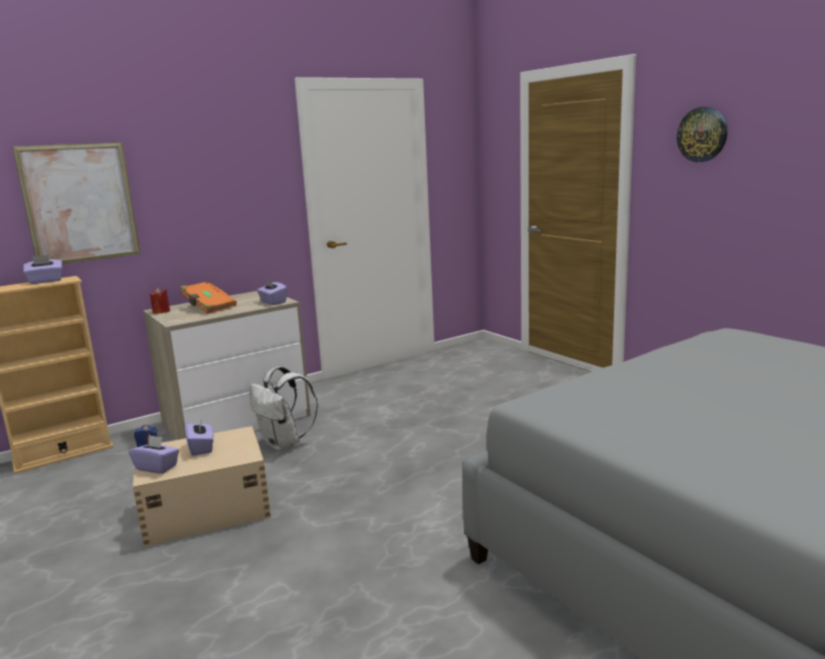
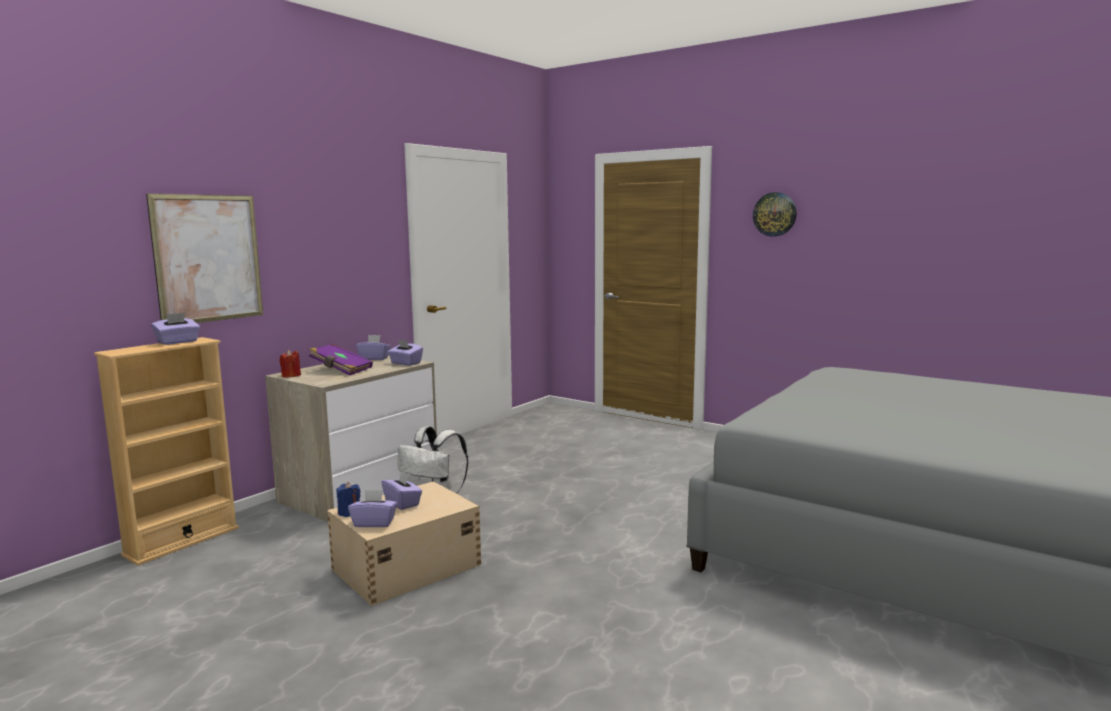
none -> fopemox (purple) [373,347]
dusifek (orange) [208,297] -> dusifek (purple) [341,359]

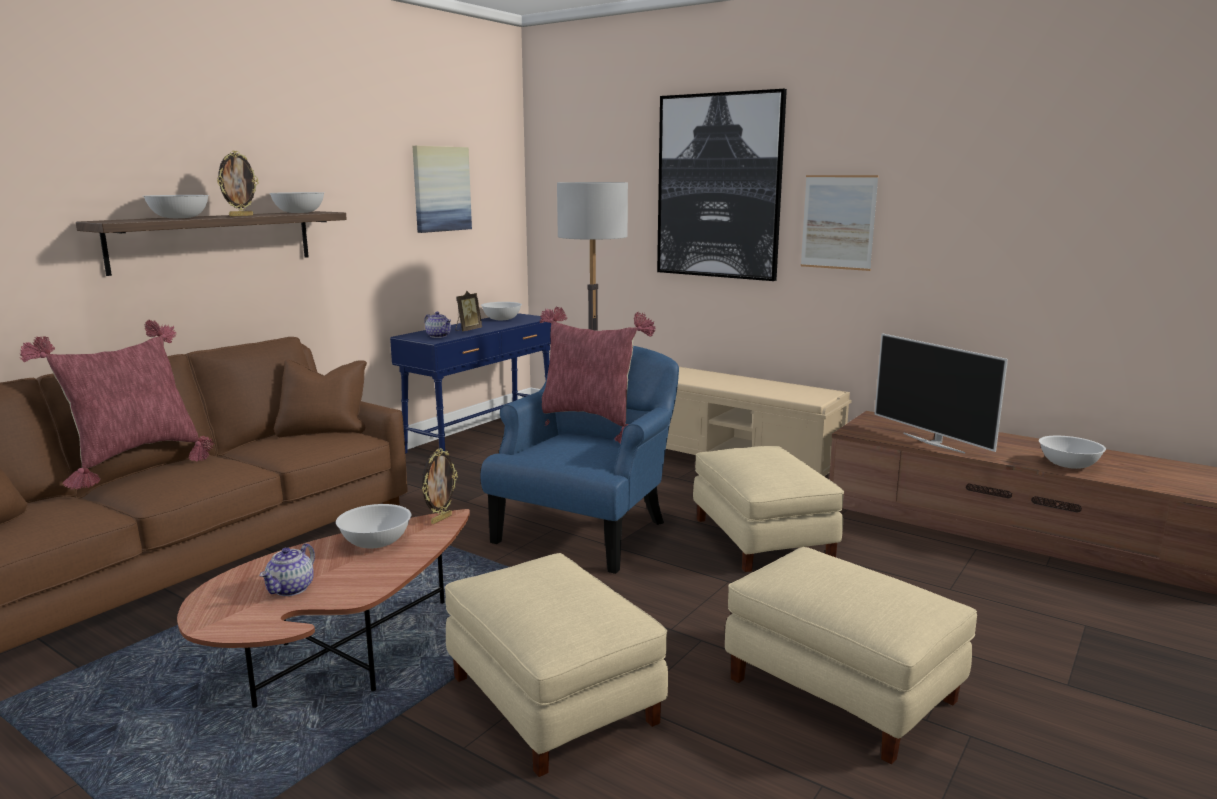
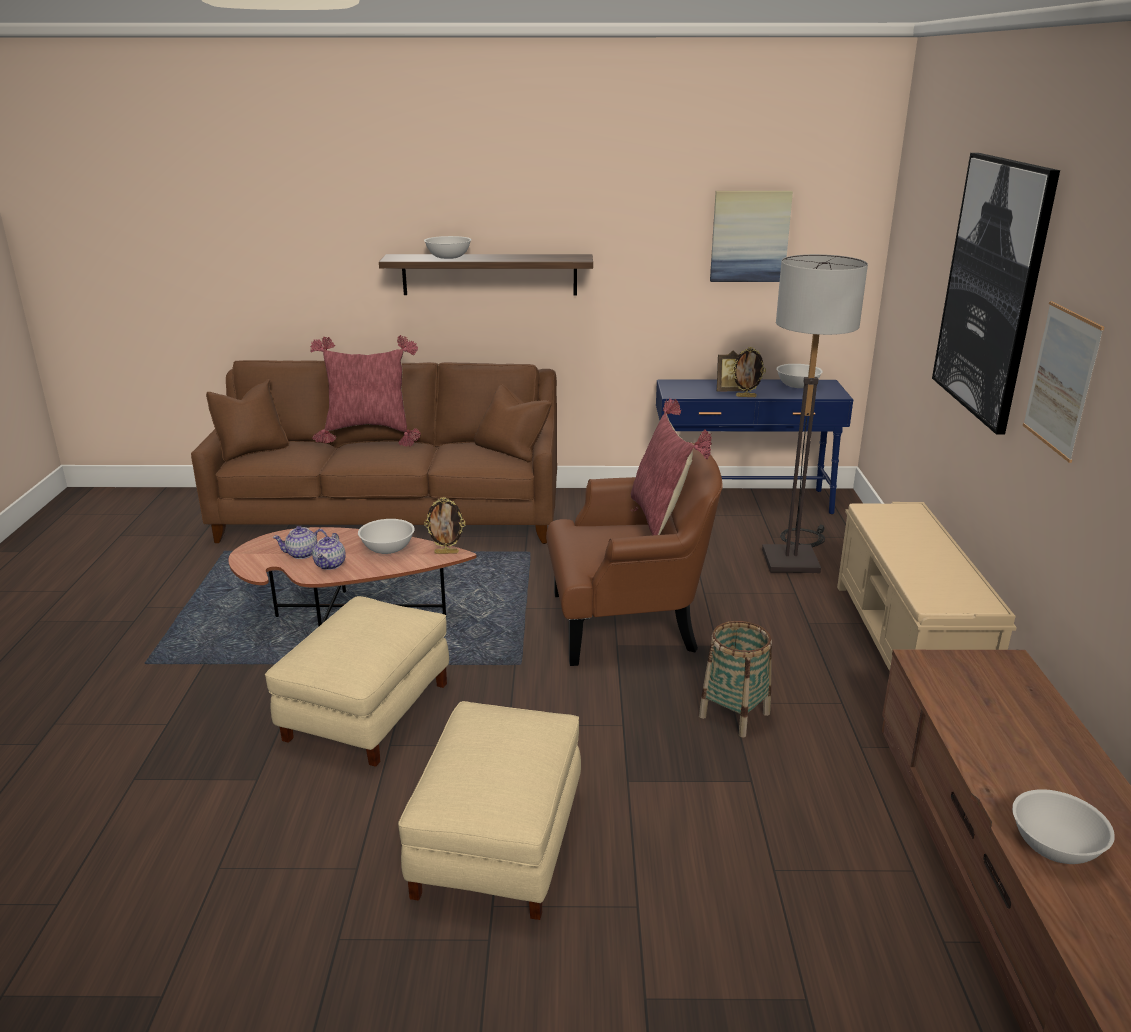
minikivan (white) [297,202] -> none
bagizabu [941,393] -> none
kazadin [237,183] -> kazadin [748,372], moved
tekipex [437,325] -> tekipex [329,551], moved
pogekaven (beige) [768,509] -> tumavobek [735,679]
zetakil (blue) [580,460] -> zetakil (brown) [634,554]

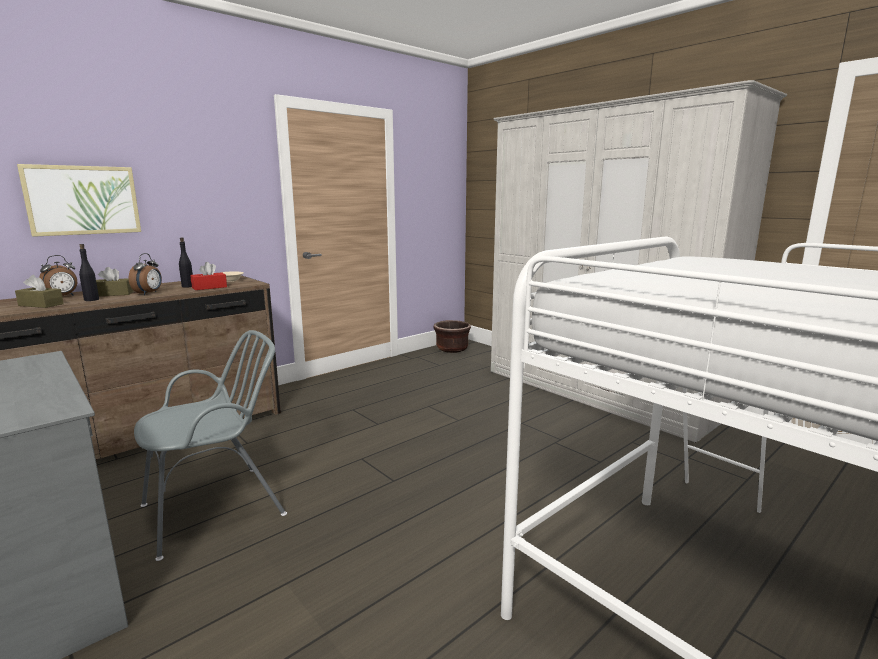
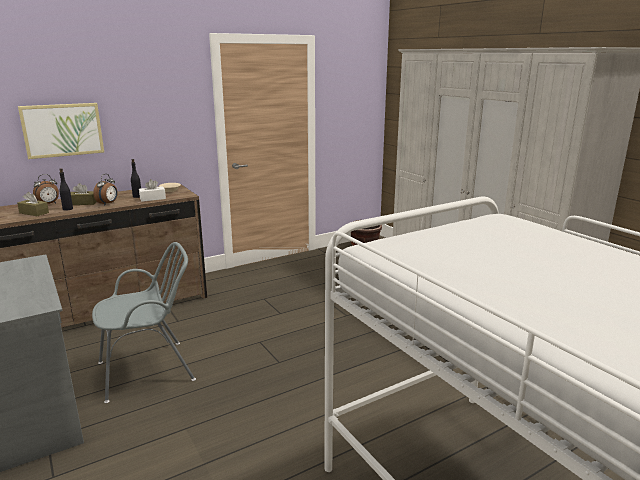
fopemox (red) [208,276] -> fopemox (white) [152,190]

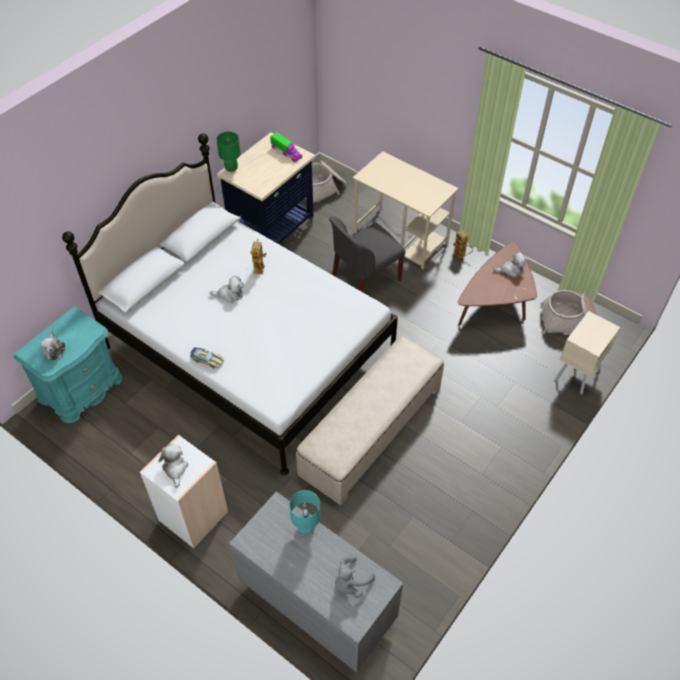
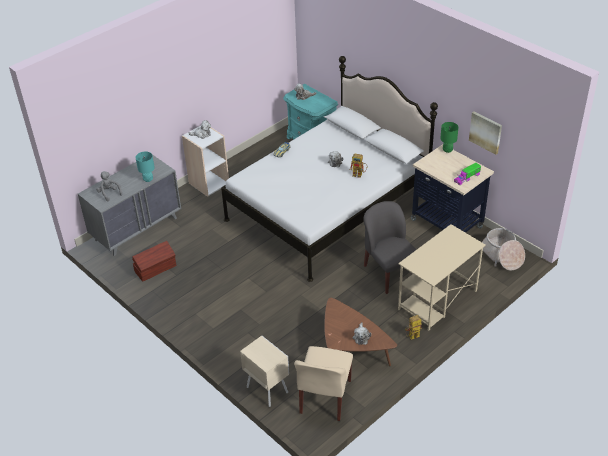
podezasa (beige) [370,420] -> none
none -> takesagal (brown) [154,261]
none -> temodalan [485,133]
tumavobek [568,312] -> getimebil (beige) [323,383]

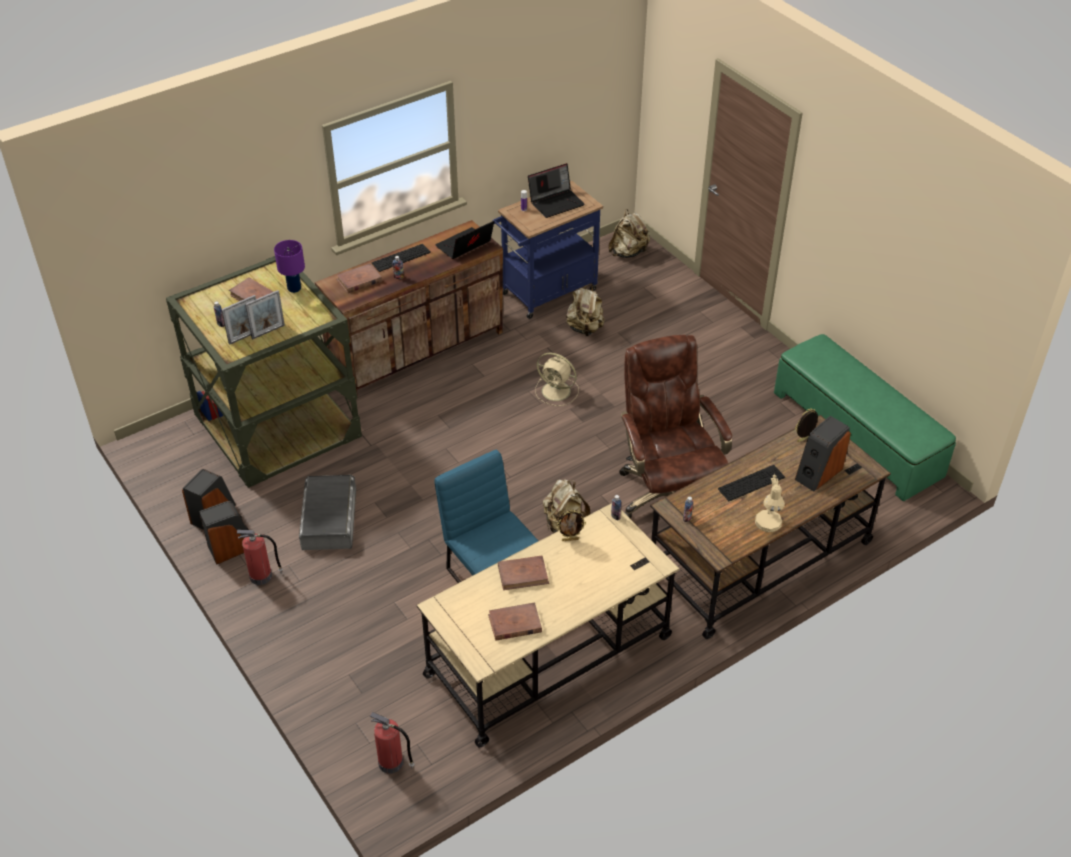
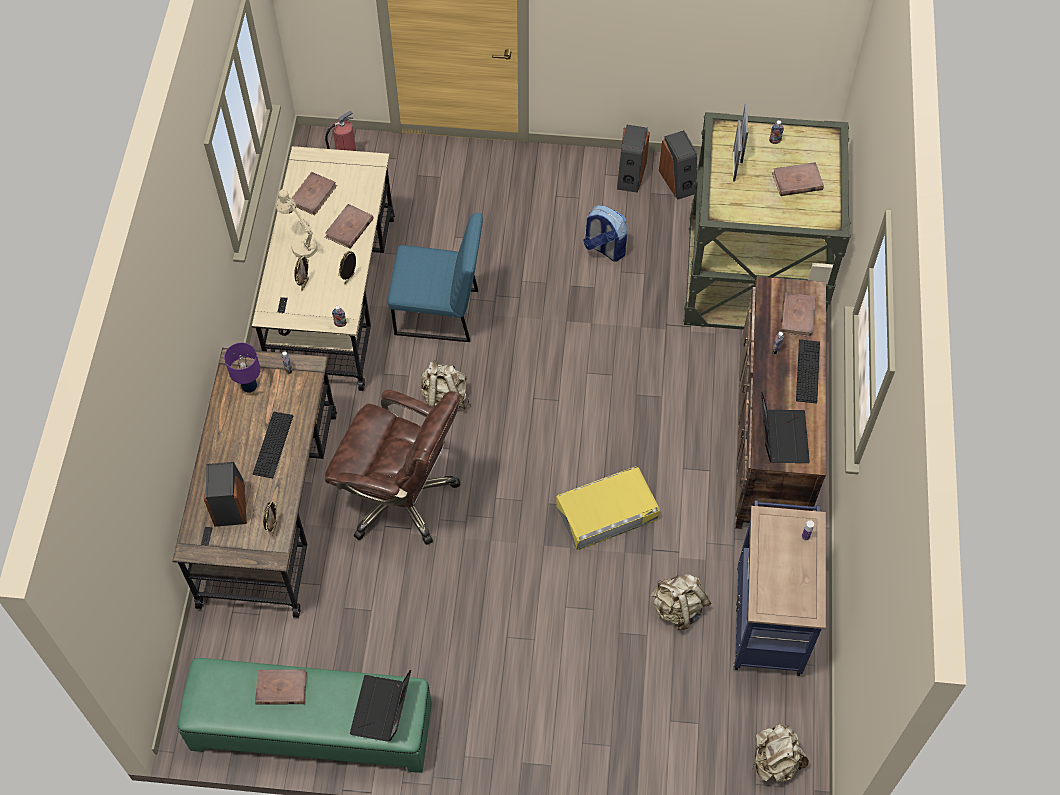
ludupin [259,557] -> none
none -> dusifek (brown) [281,687]
none -> kazadin [301,273]
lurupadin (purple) [289,266] -> lurupadin (purple) [242,368], moved
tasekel [556,190] -> tasekel [380,706], moved
lurupadin (beige) [770,503] -> lurupadin (beige) [297,223], moved
takesagal (grey) [327,512] -> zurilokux [605,233]
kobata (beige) [557,379] -> takesagal (yellow) [607,508]

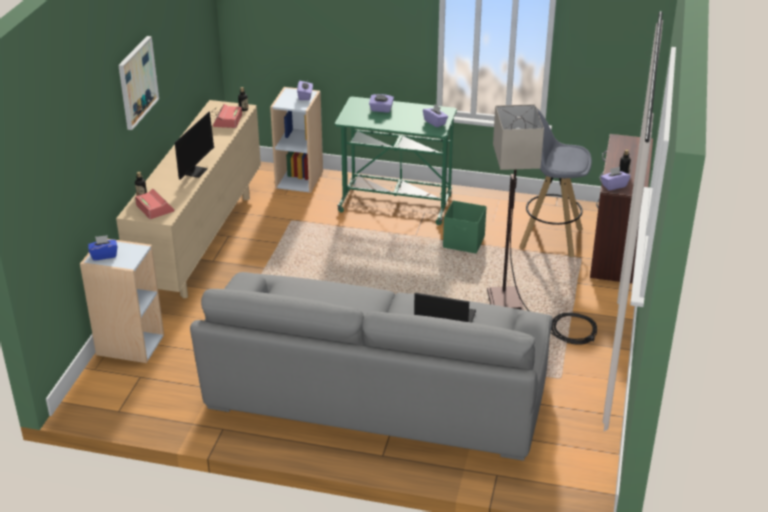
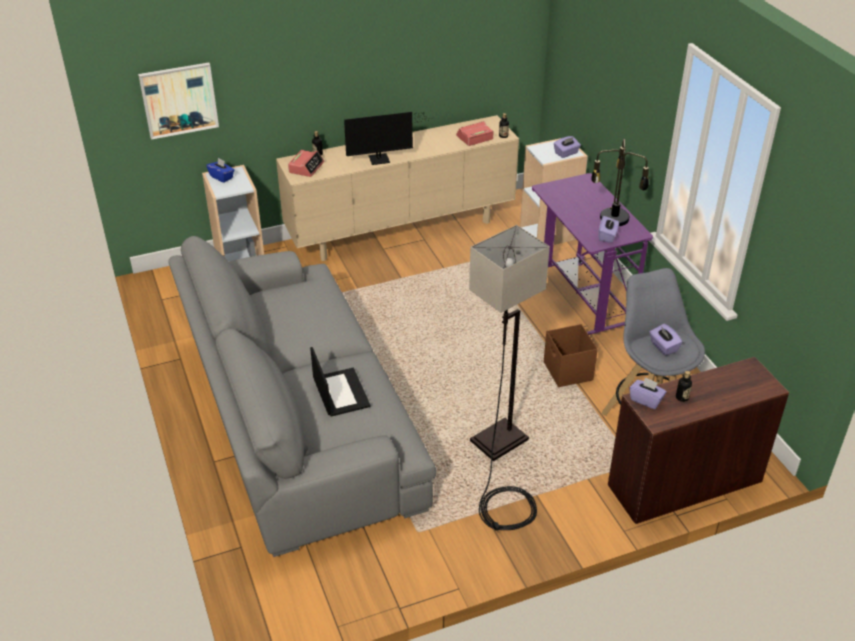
none -> lurupadin [620,182]
temodalan [138,83] -> temodalan [178,101], moved
fopemox (purple) [381,103] -> fopemox (purple) [665,339], moved
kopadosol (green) [396,161] -> kopadosol (purple) [592,254]
takesagal (green) [465,227] -> takesagal (brown) [571,355]

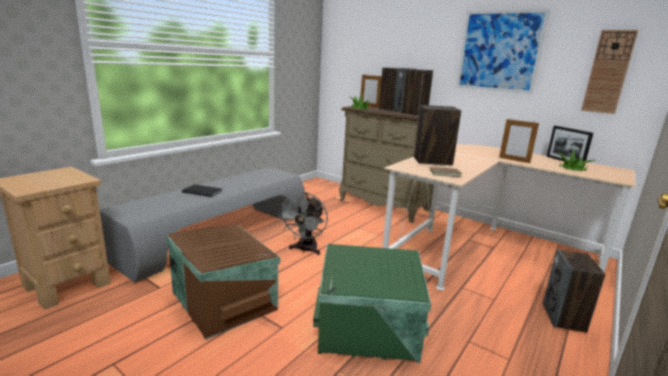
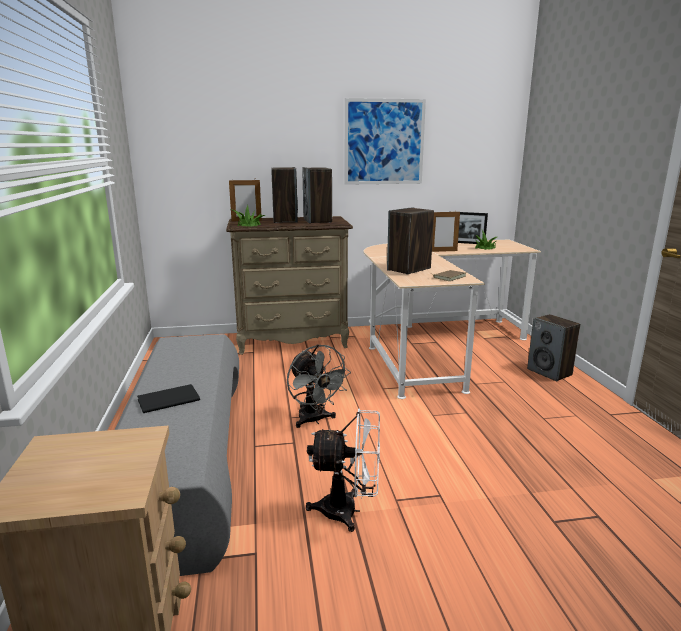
takesagal (green) [372,303] -> none
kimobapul [609,72] -> none
takesagal (brown) [223,282] -> kobata (white) [343,470]

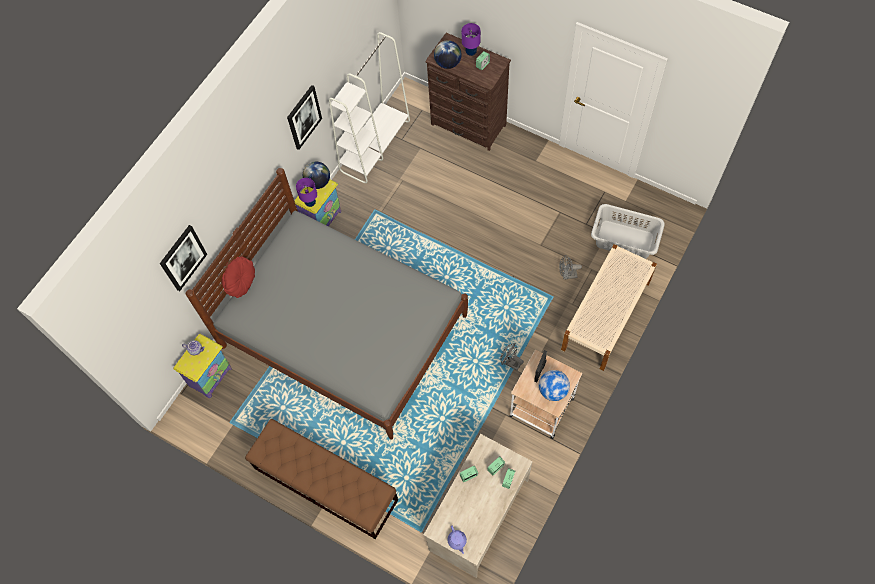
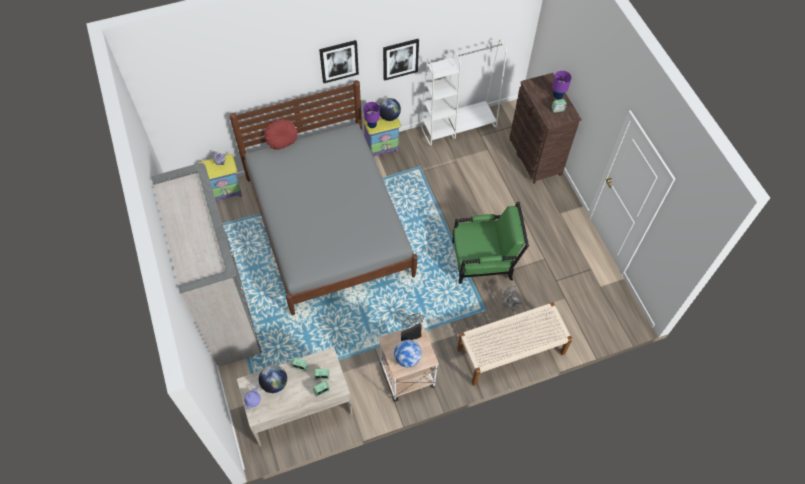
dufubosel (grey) [628,231] -> none
none -> zetakil (green) [490,243]
temodalan [183,258] -> temodalan [339,61], moved
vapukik [448,54] -> vapukik [273,378], moved
podezasa (brown) [321,479] -> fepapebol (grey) [206,264]

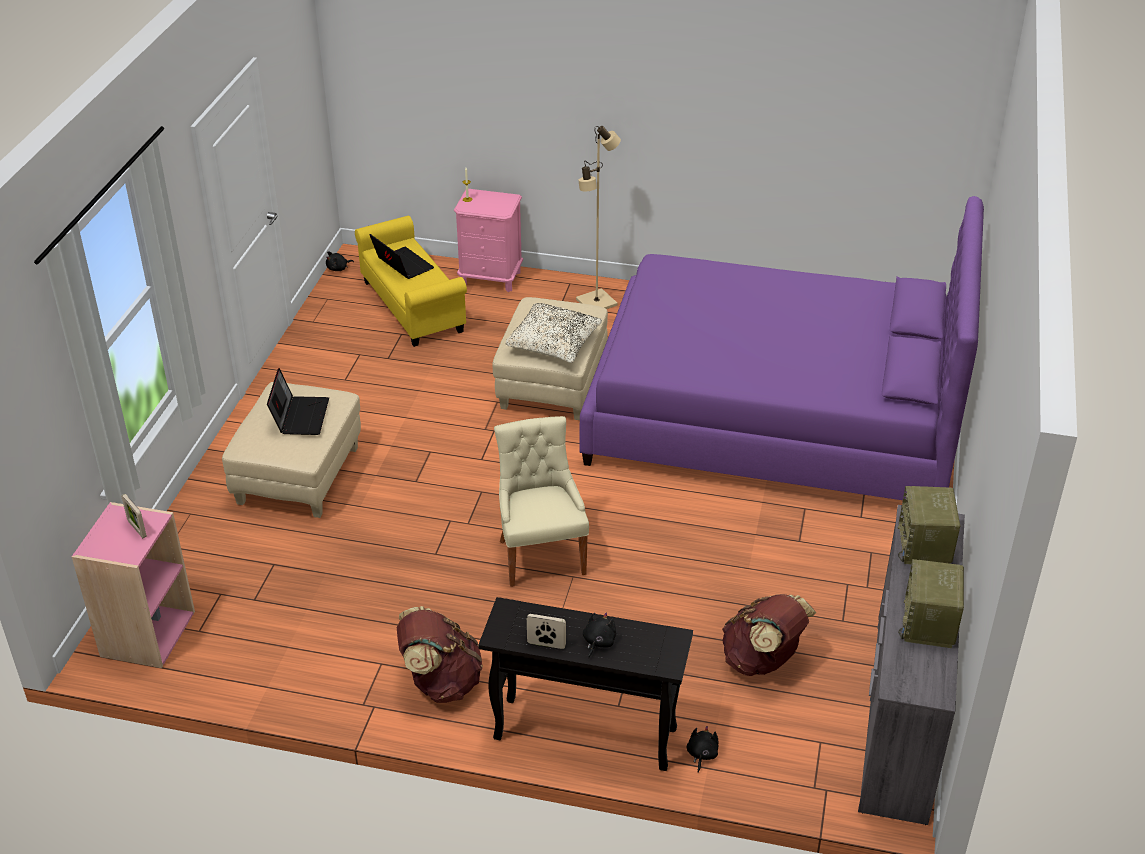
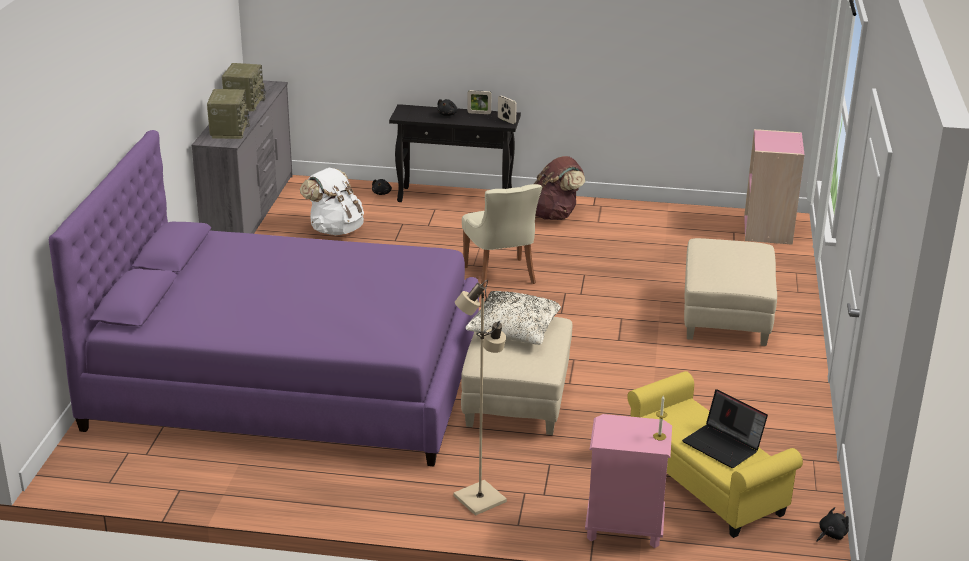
tasekel [298,401] -> none
kazadin [134,516] -> kazadin [507,110], moved
zurilokux (brown) [769,635] -> zurilokux (white) [332,202]

